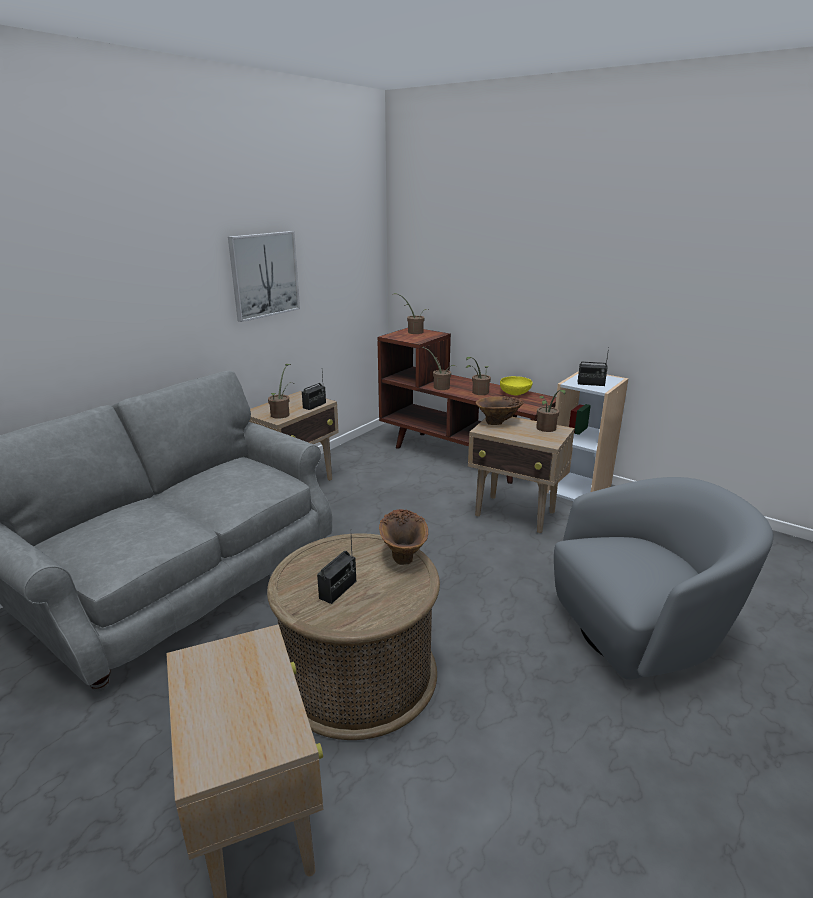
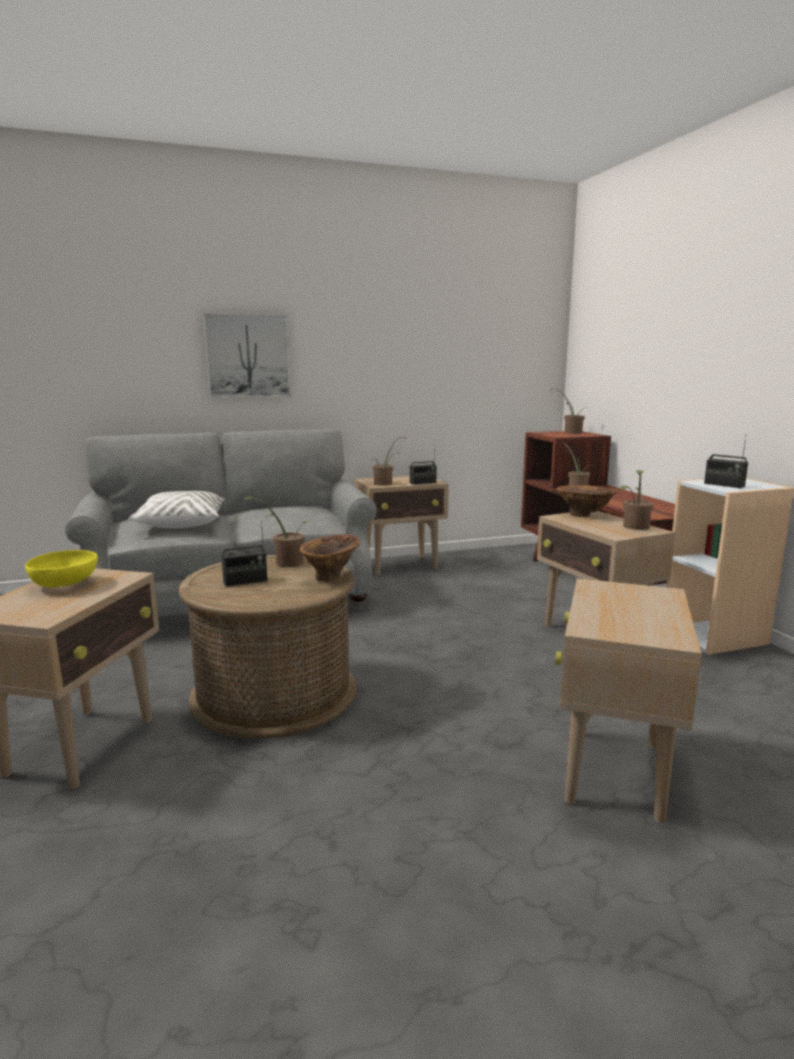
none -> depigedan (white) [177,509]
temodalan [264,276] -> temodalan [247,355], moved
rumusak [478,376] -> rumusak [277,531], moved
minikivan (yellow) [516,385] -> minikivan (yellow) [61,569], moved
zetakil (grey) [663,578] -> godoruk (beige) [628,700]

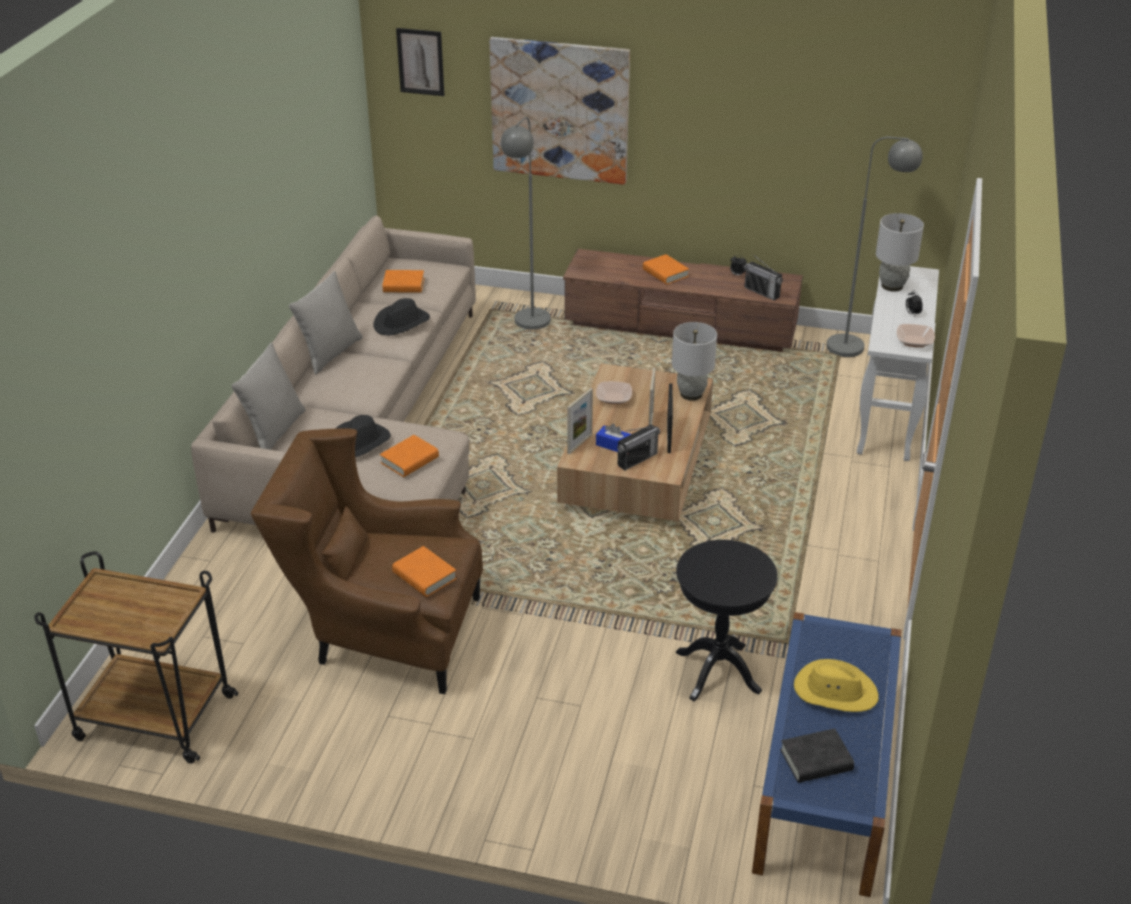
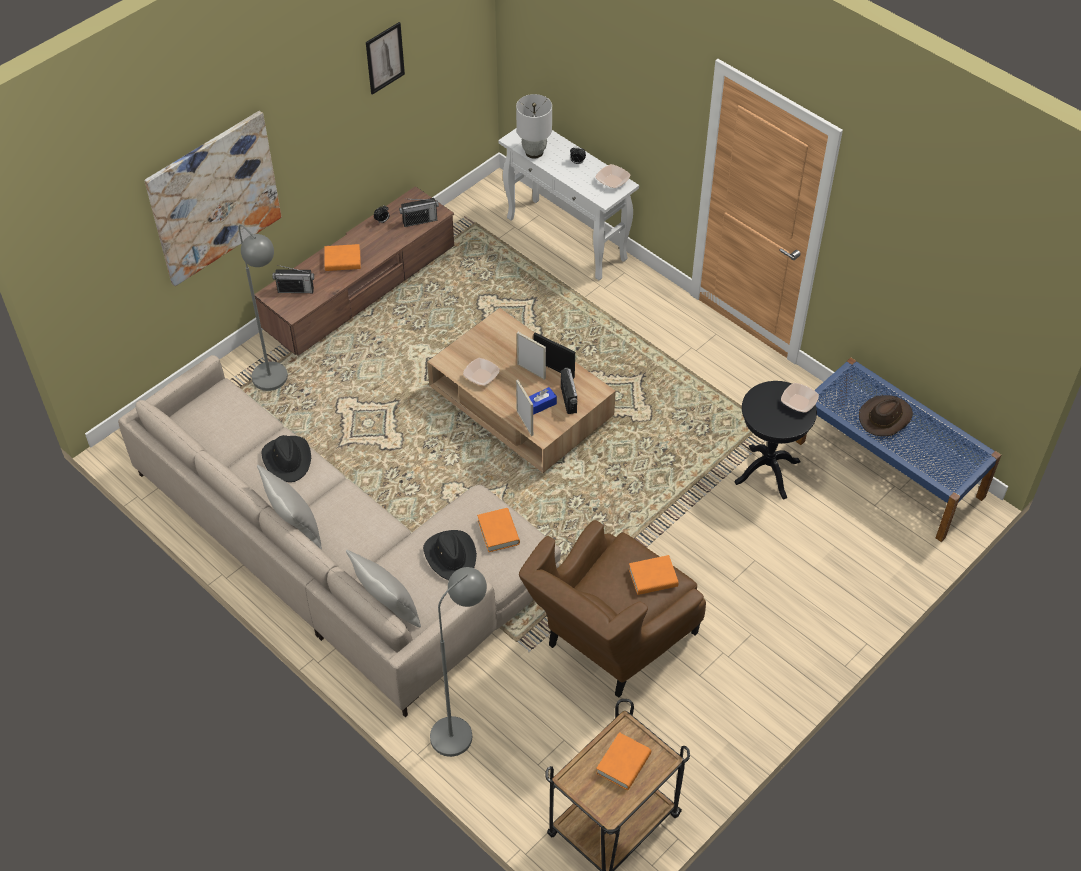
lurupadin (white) [694,361] -> none
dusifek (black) [817,755] -> none
none -> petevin [293,279]
none -> minikivan [800,398]
dusifek (orange) [403,281] -> dusifek (orange) [623,761], moved
temodalan [420,62] -> temodalan [385,58], moved
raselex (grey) [874,247] -> raselex (grey) [458,662], moved
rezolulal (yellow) [836,685] -> rezolulal (brown) [886,415]

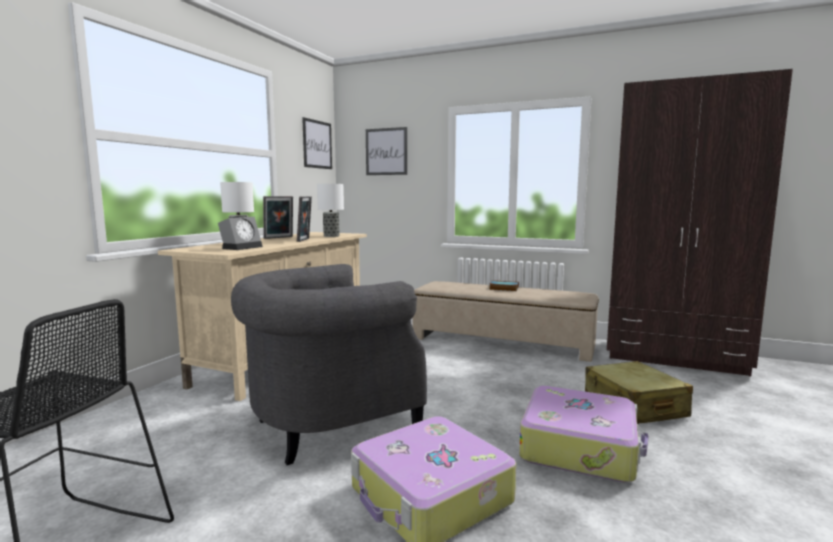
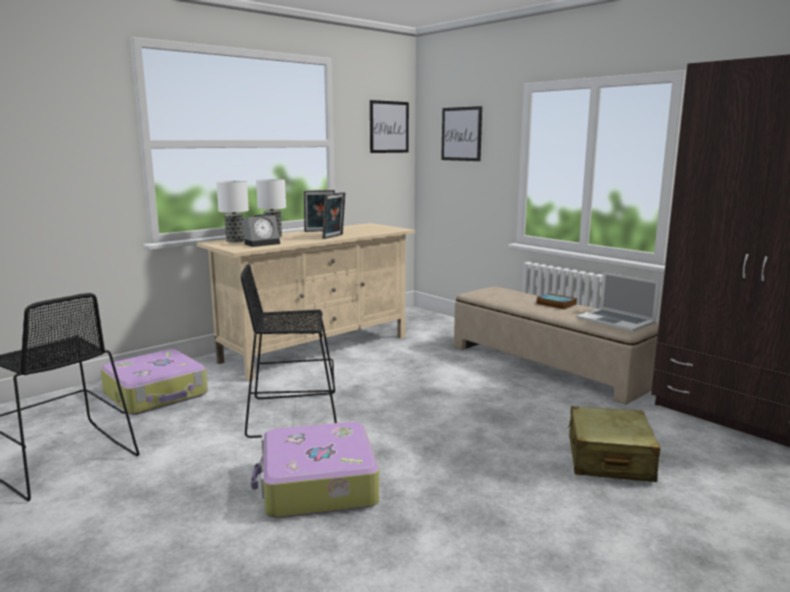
none -> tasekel [618,302]
lurupadin [330,210] -> lurupadin [232,212], moved
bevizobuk [584,434] -> bevizobuk [154,382], moved
zetakil (grey) [329,364] -> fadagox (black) [289,351]

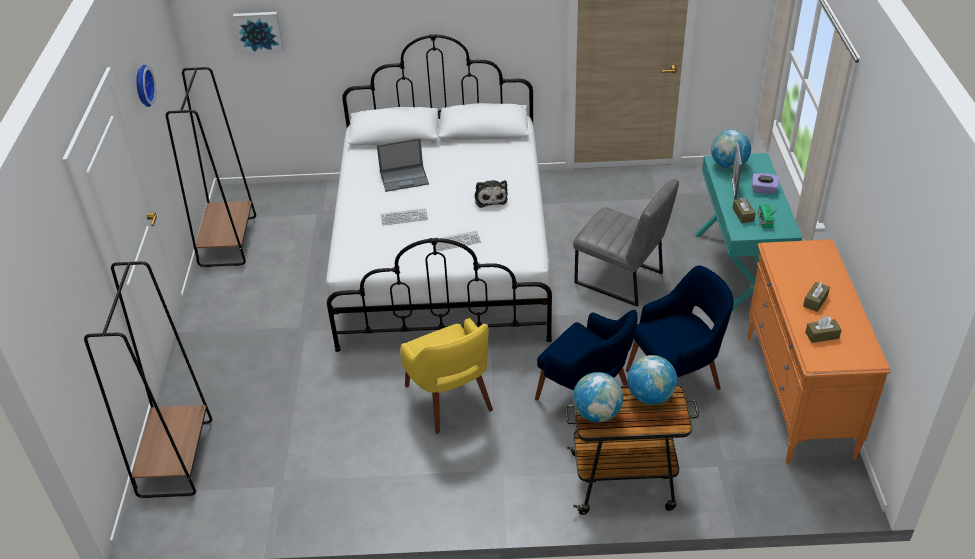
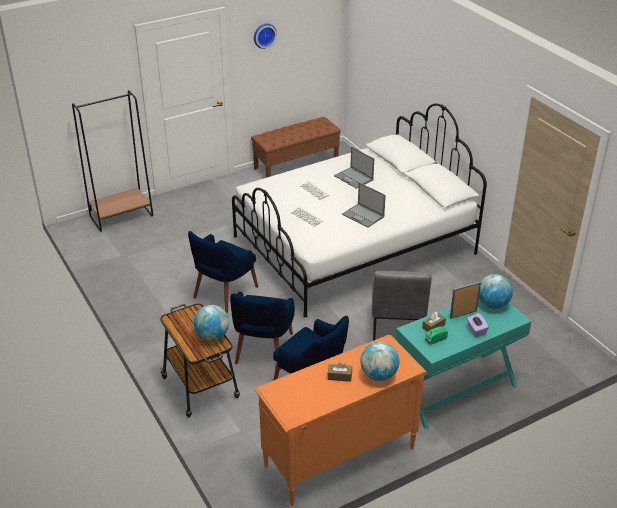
temodalan [258,33] -> none
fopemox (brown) [823,329] -> none
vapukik [598,397] -> vapukik [379,361], moved
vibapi [211,167] -> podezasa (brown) [296,147]
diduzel [491,194] -> tasekel [364,205]
zetakil (yellow) [446,376] -> zetakil (blue) [223,272]

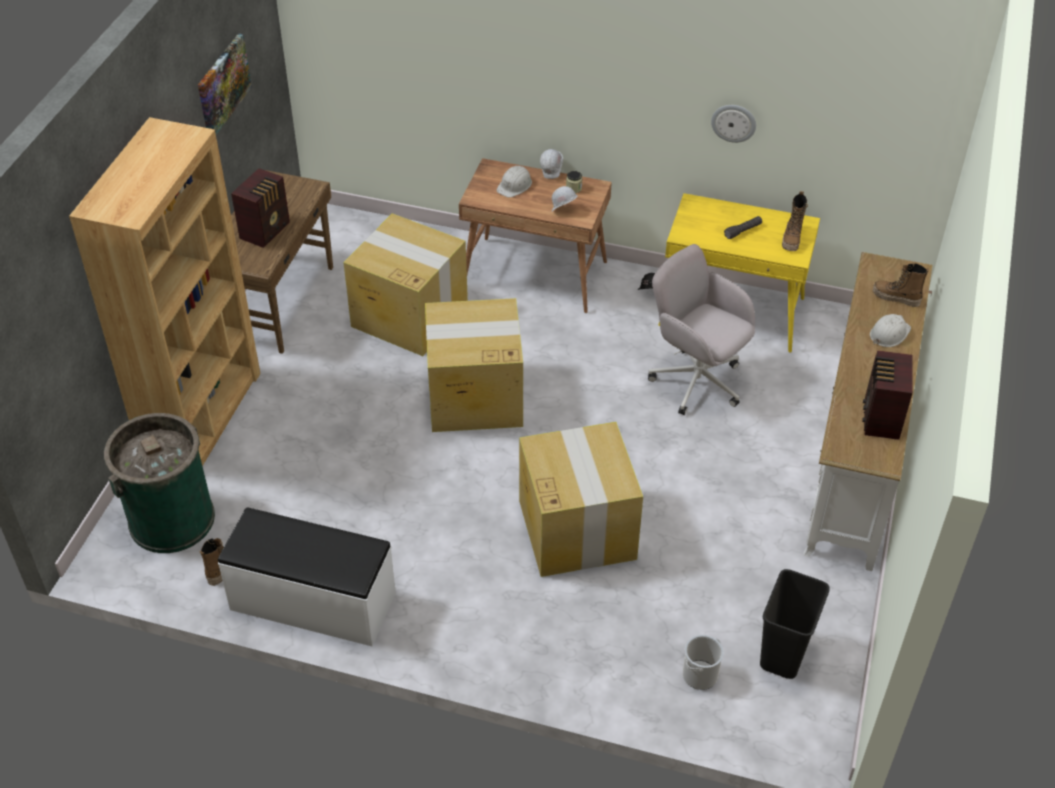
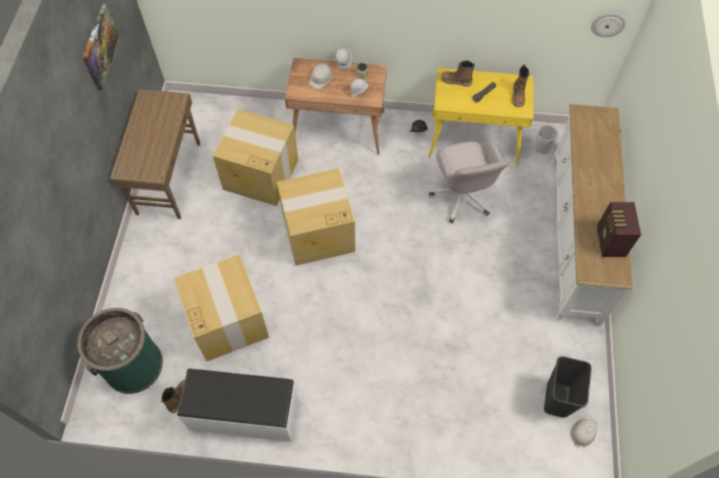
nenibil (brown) [165,291] -> none
petevin [260,208] -> none
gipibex [581,499] -> gipibex [221,307], moved
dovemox [703,662] -> dovemox [545,139], moved
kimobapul [733,124] -> kimobapul [608,25], moved
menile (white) [890,330] -> menile (white) [584,431], moved
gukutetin [900,285] -> gukutetin [458,73], moved
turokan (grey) [701,329] -> turokan (grey) [469,181], 135 degrees counterclockwise

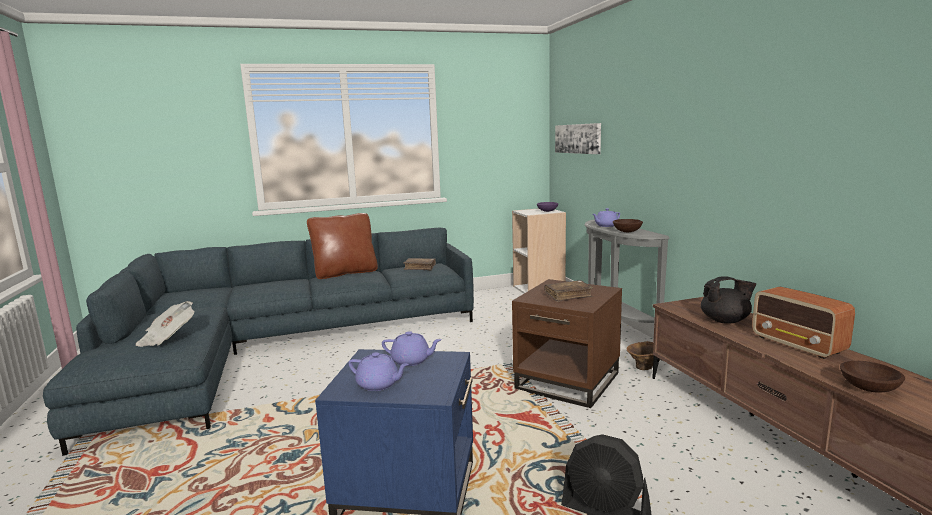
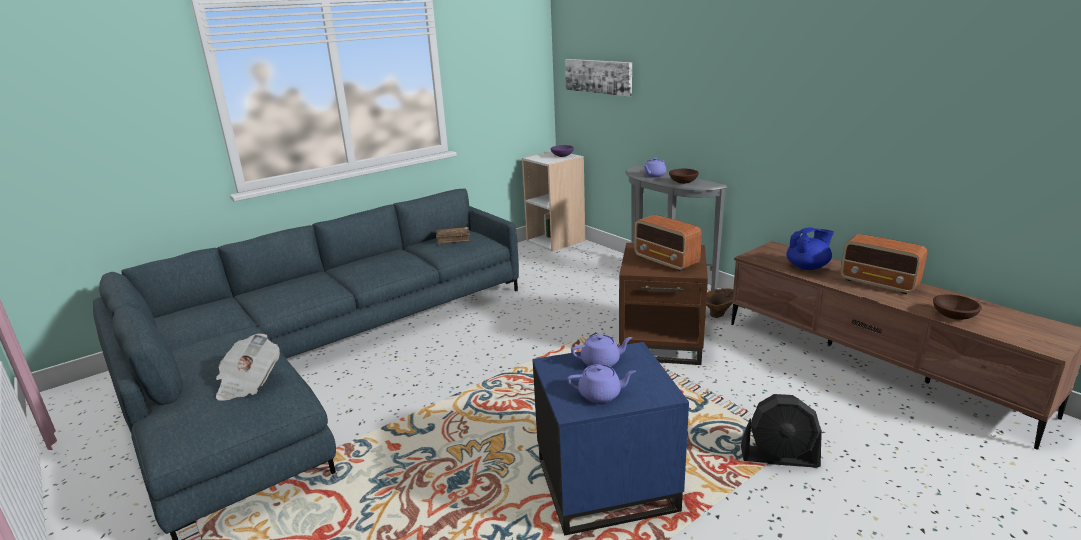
depigedan (brown) [342,246] -> none
dusifek (brown) [569,291] -> petevin [668,243]
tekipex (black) [728,300] -> tekipex (blue) [810,249]

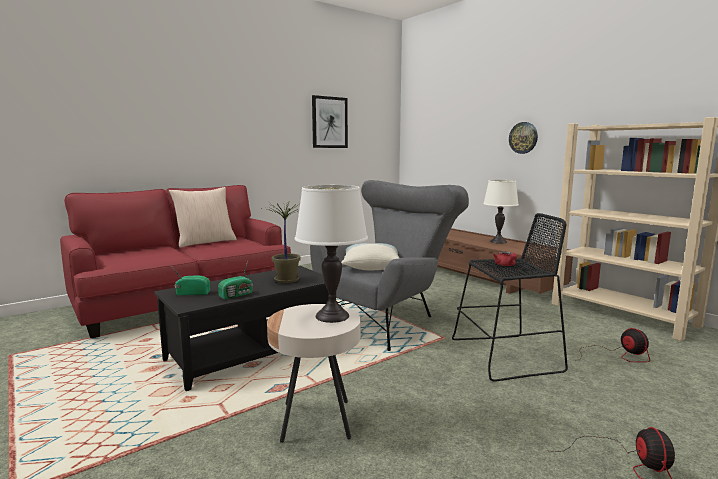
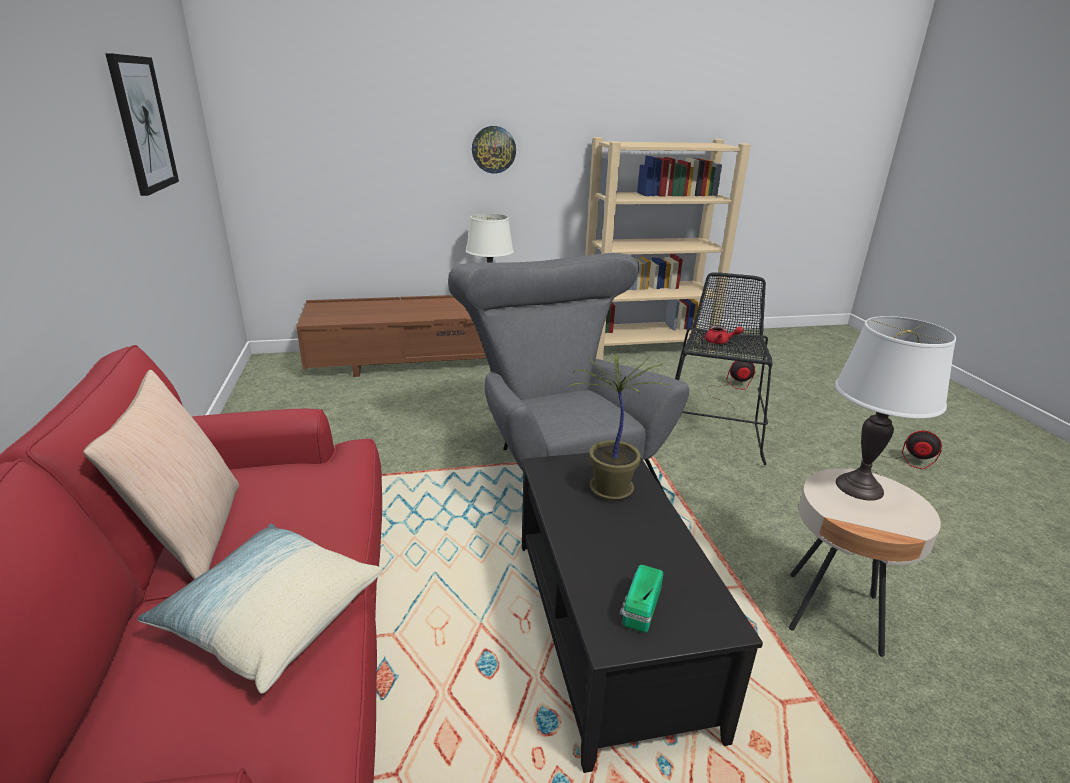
petevin [235,280] -> none
depigedan [370,256] -> depigedan [260,609], moved

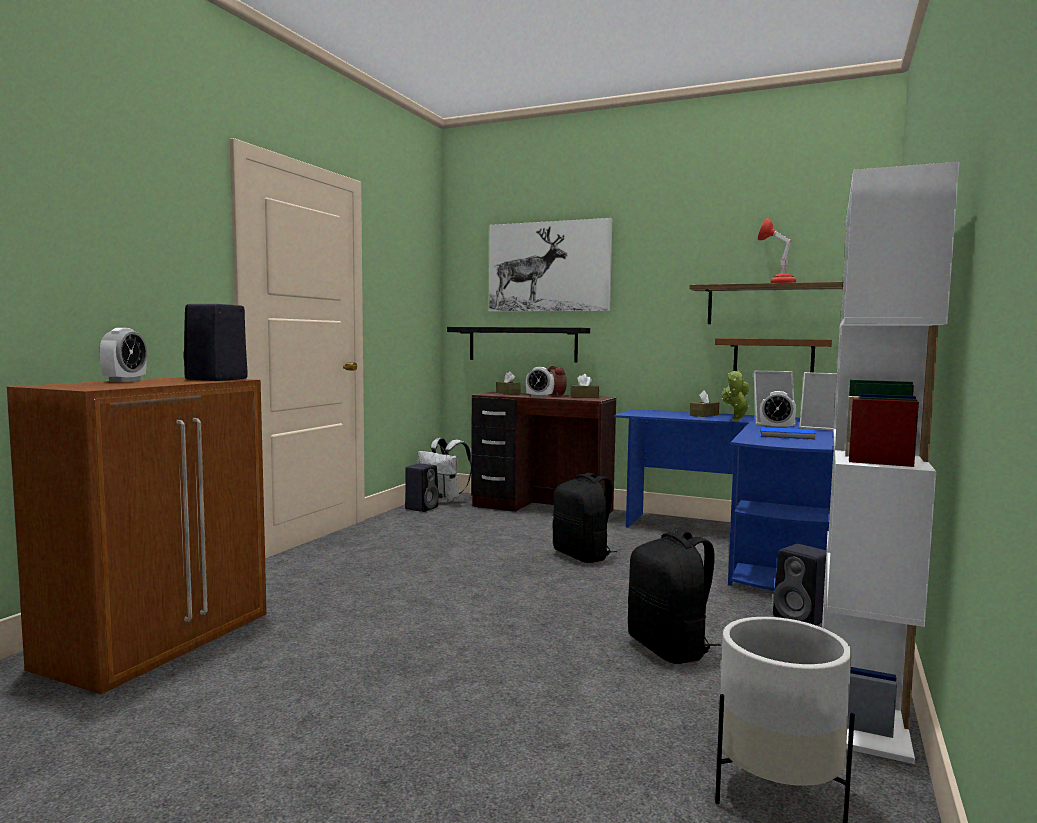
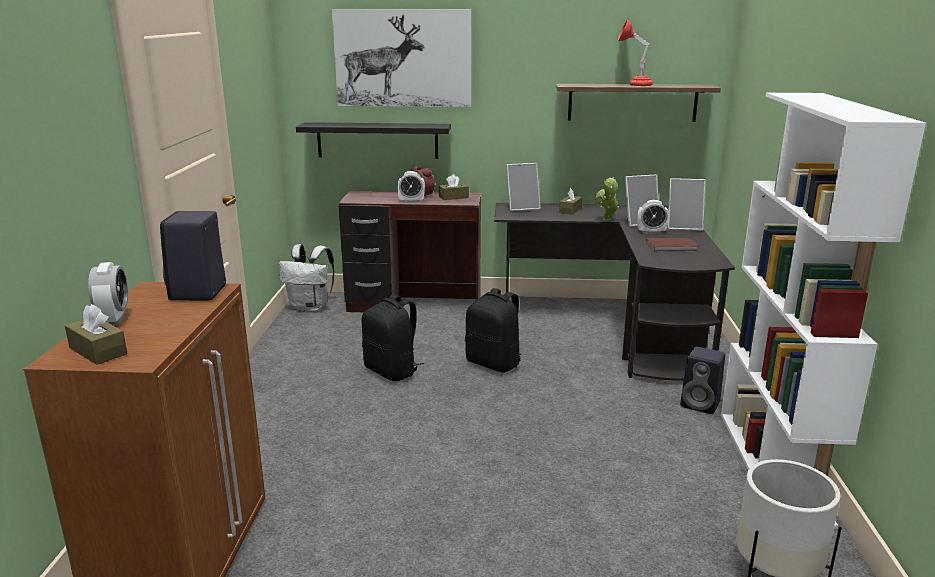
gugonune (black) [422,487] -> none
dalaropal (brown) [773,355] -> none
none -> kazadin [523,187]
fopemox (brown) [508,383] -> fopemox (brown) [96,334], moved
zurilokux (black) [674,596] -> zurilokux (black) [393,337], moved
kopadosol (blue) [724,500] -> kopadosol (black) [614,292]
dusifek (blue) [788,433] -> dusifek (brown) [672,245]

